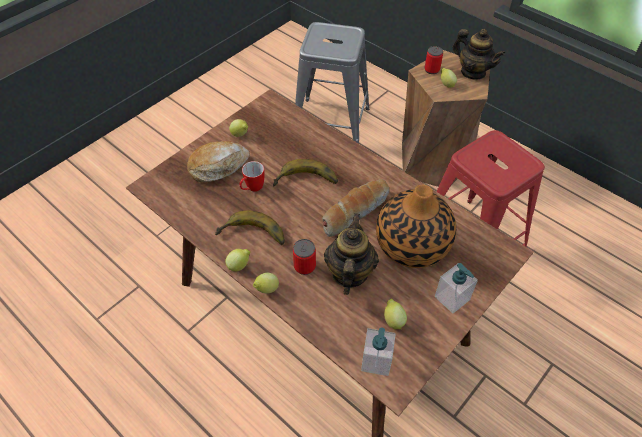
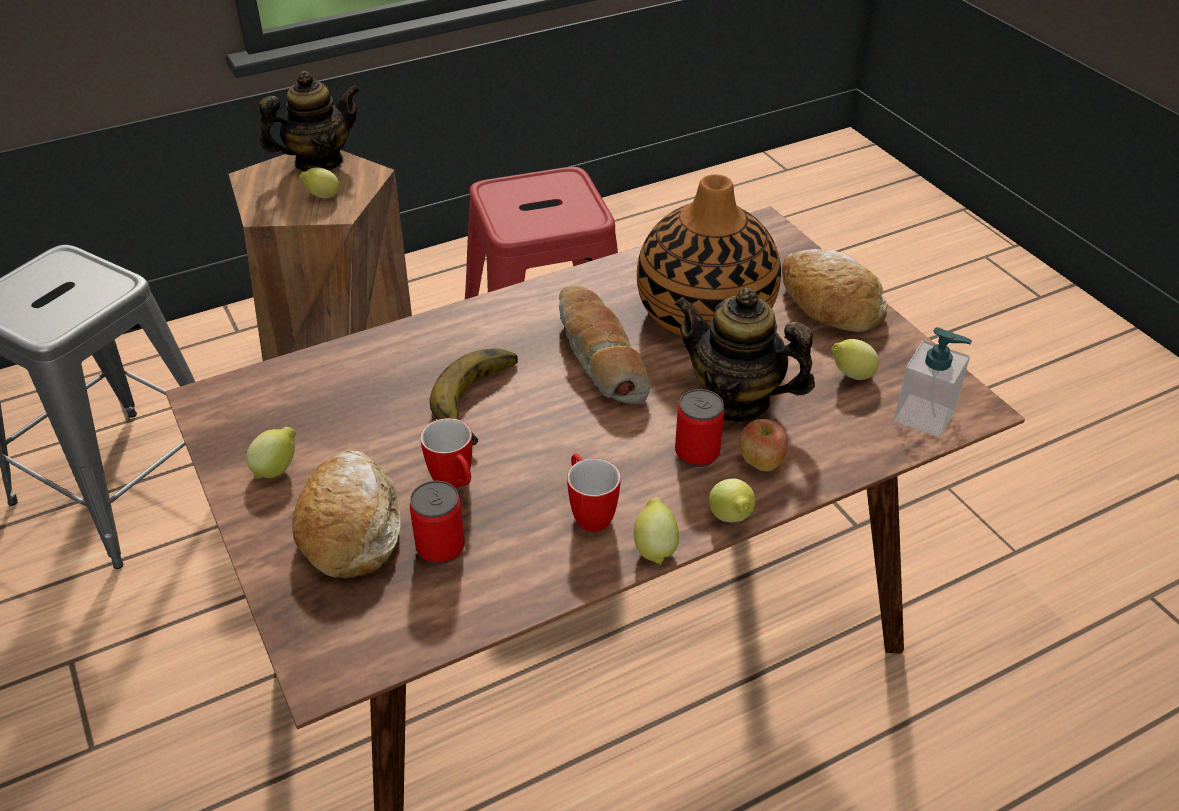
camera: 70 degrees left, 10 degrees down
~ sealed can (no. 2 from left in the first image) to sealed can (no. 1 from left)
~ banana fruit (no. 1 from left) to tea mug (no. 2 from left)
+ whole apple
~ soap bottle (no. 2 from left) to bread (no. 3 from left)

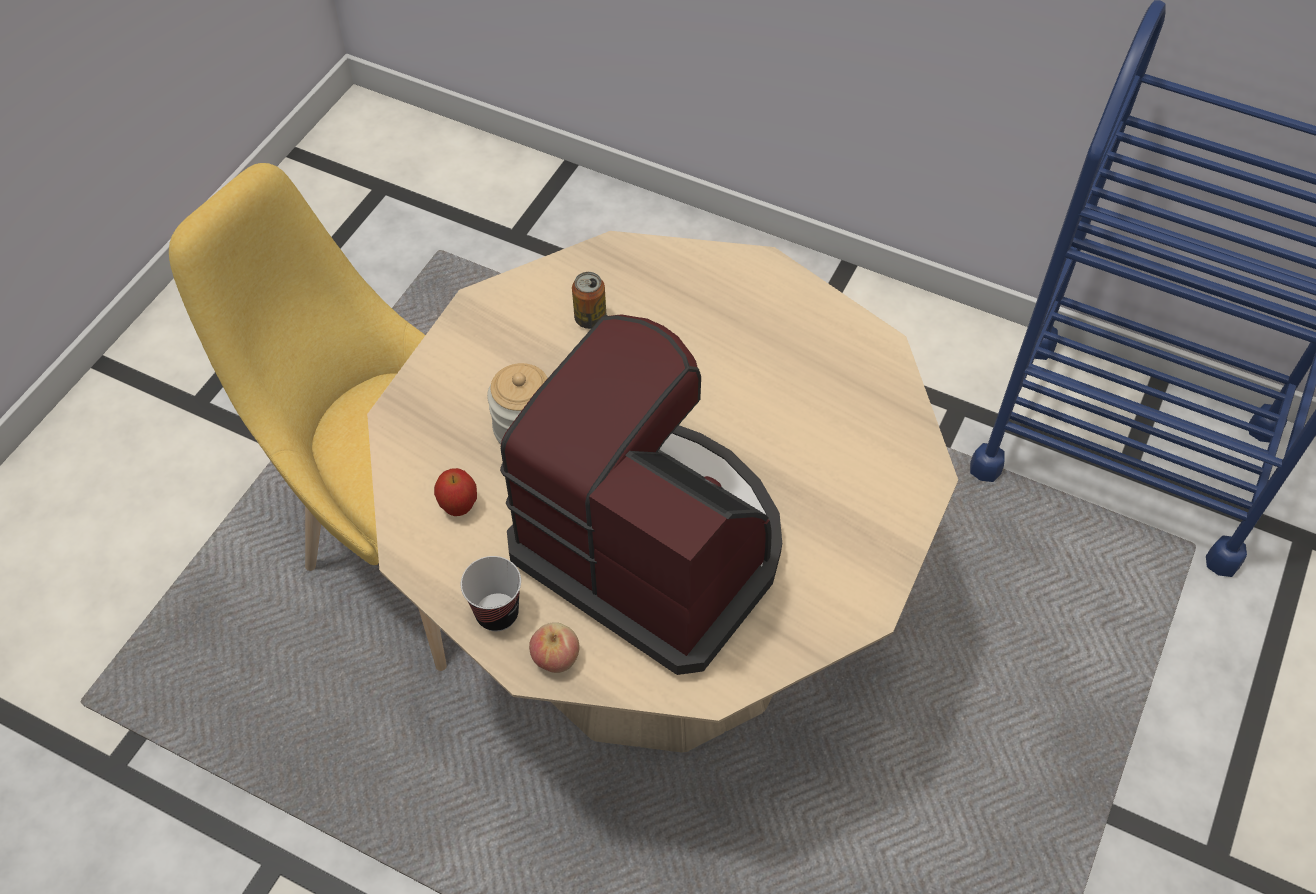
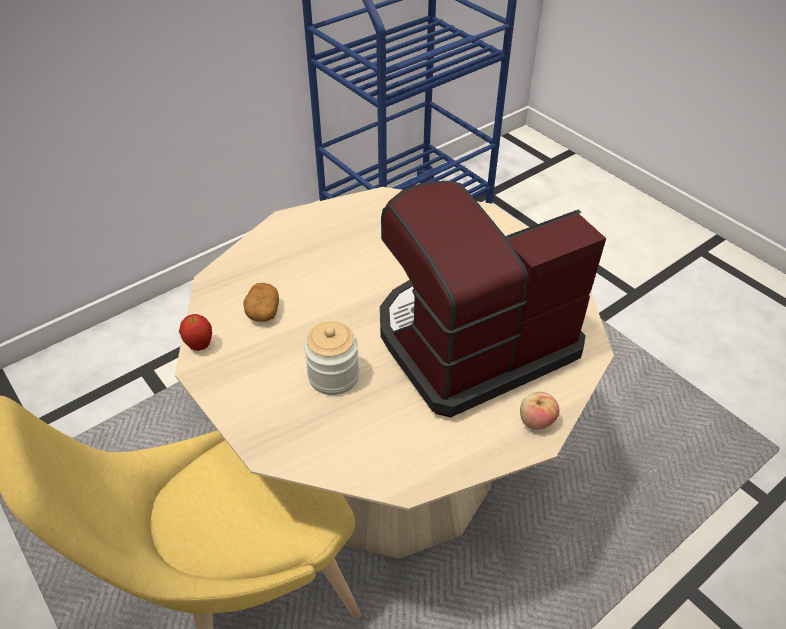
camera: 65 degrees left, 10 degrees down
~ whole apple (no. 1 from left)
~ sealed can to potato
- drinking cup

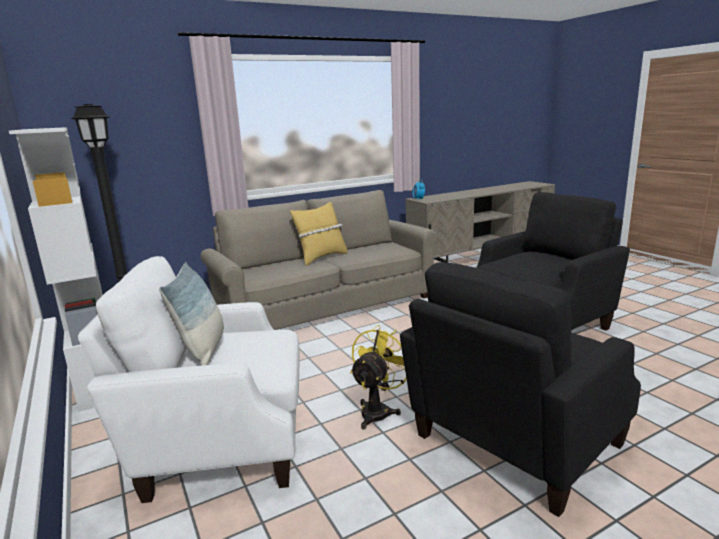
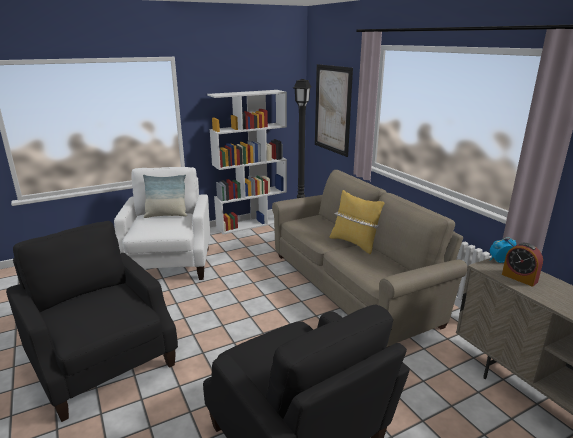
camera: 90 degrees right, 5 degrees up
+ picture
+ alarm clock (no. 2 from left)
- fan in yellow

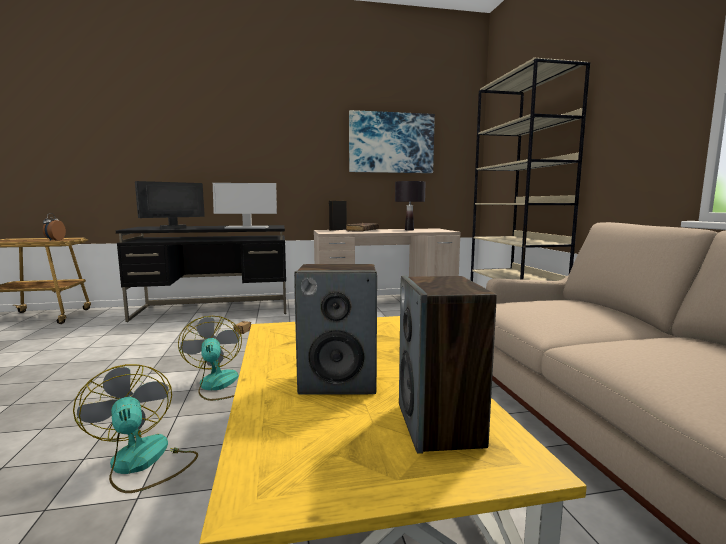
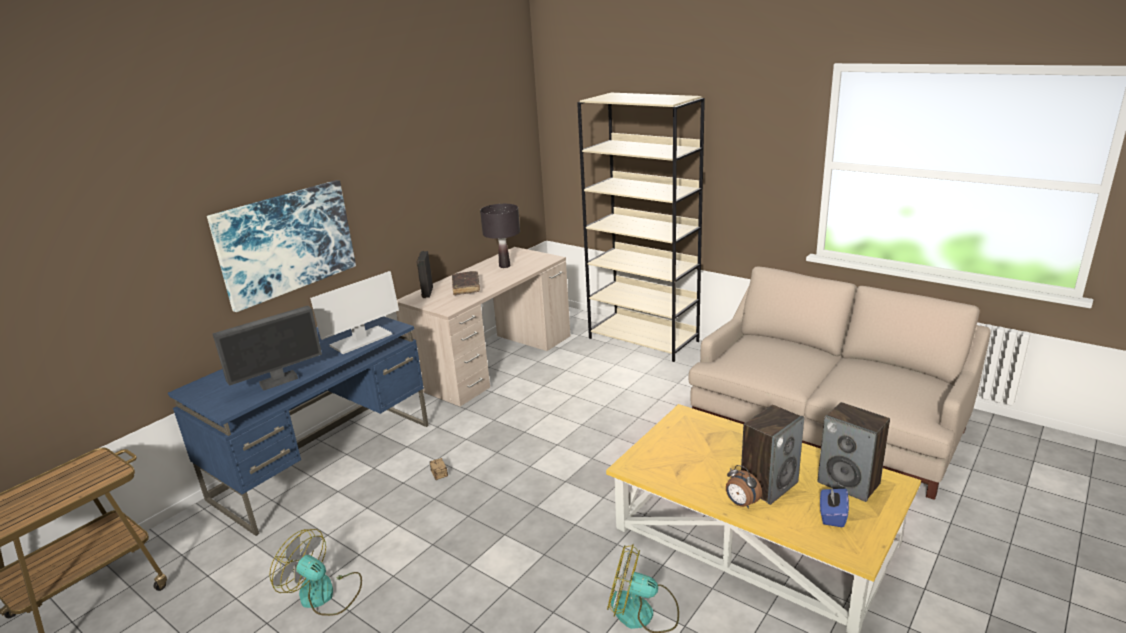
camera: 40 degrees left, 15 degrees up
~ desk table in blackish to desk table in blue-coloured
~ picture
~ computer screen (no. 1 from left) 135 degrees counterclockwise
~ fan (no. 2 from left in the first image) to fan (no. 1 from left)
~ alarm clock
+ box of tissues in blue-coloured

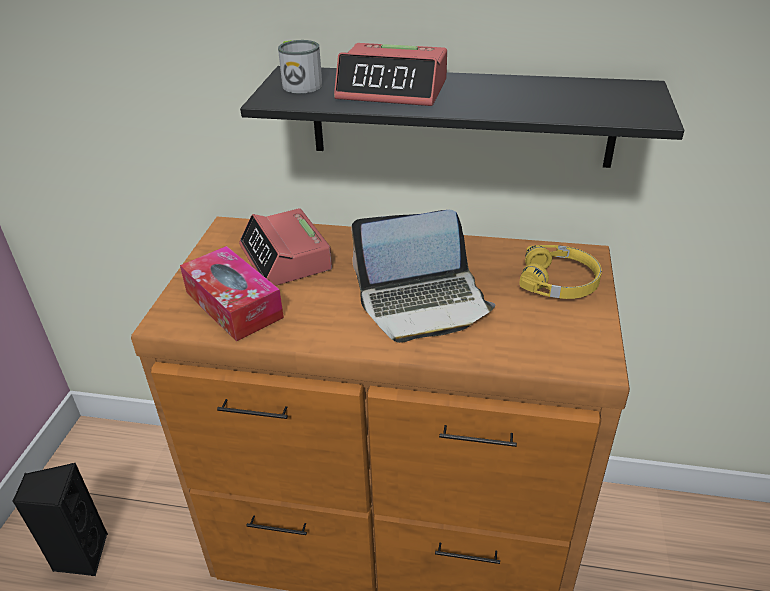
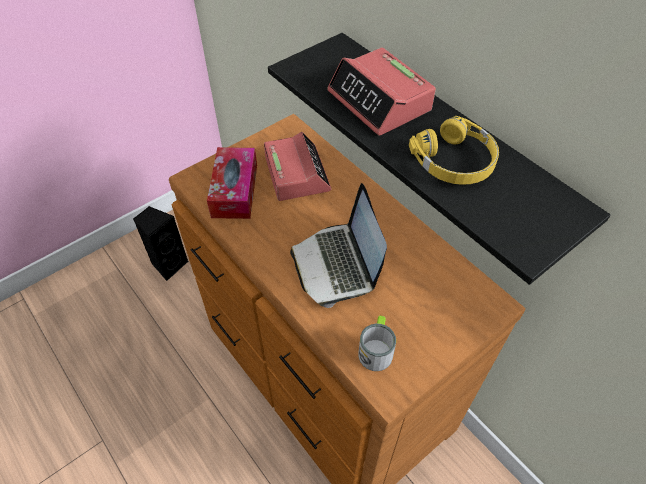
camera: 40 degrees right, 15 degrees up
~ alarm clock (no. 1 from left) 150 degrees clockwise
~ laptop 45 degrees clockwise
~ tea mug
~ headphones in yellow

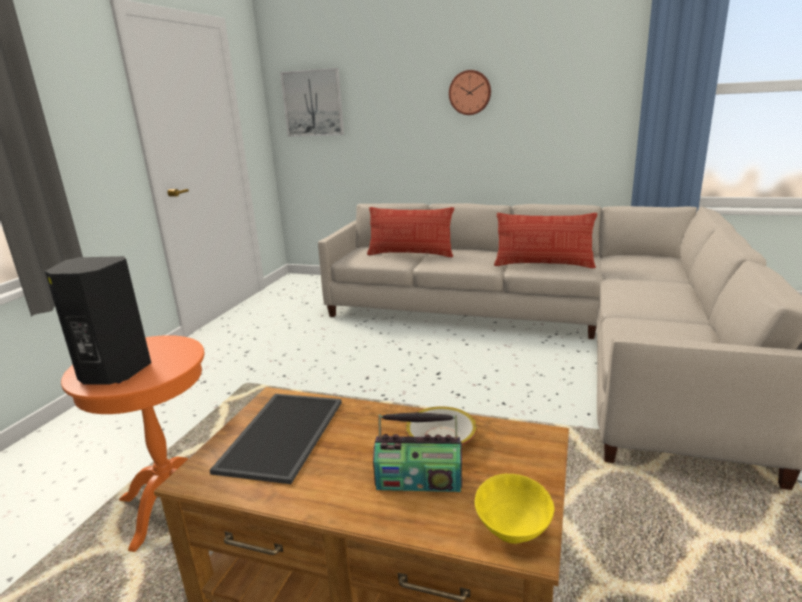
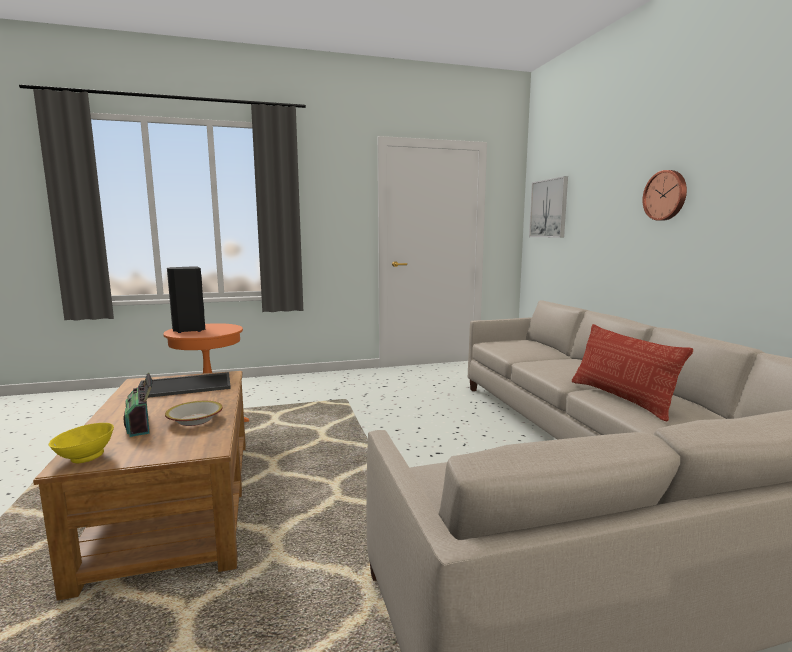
camera: 55 degrees right, 10 degrees down
- throw pillow (no. 1 from left)

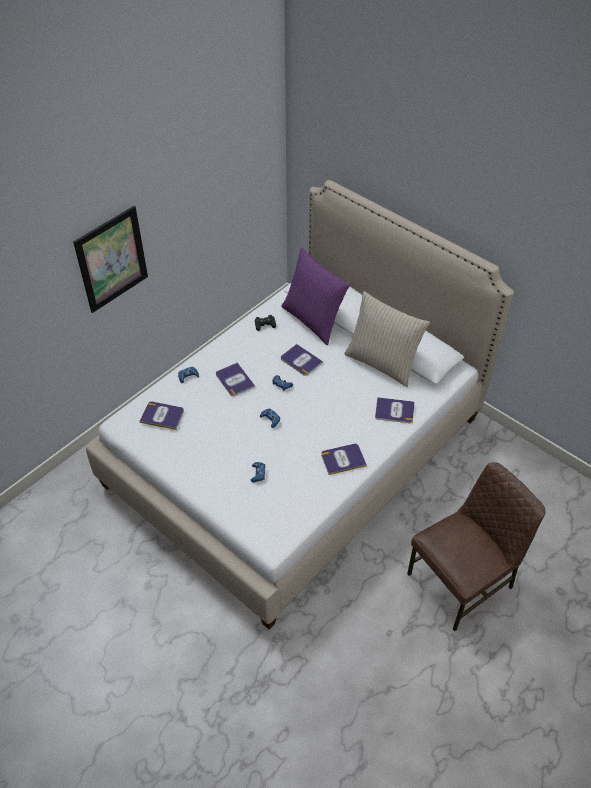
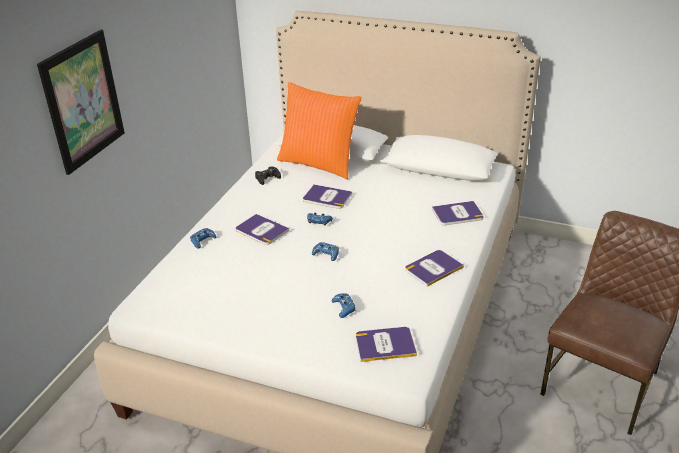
camera: 20 degrees left, 15 degrees down
~ throw pillow in purple to throw pillow in orange
~ book (no. 1 from left in the first image) to book (no. 3 from left)
- throw pillow in beige-coloured

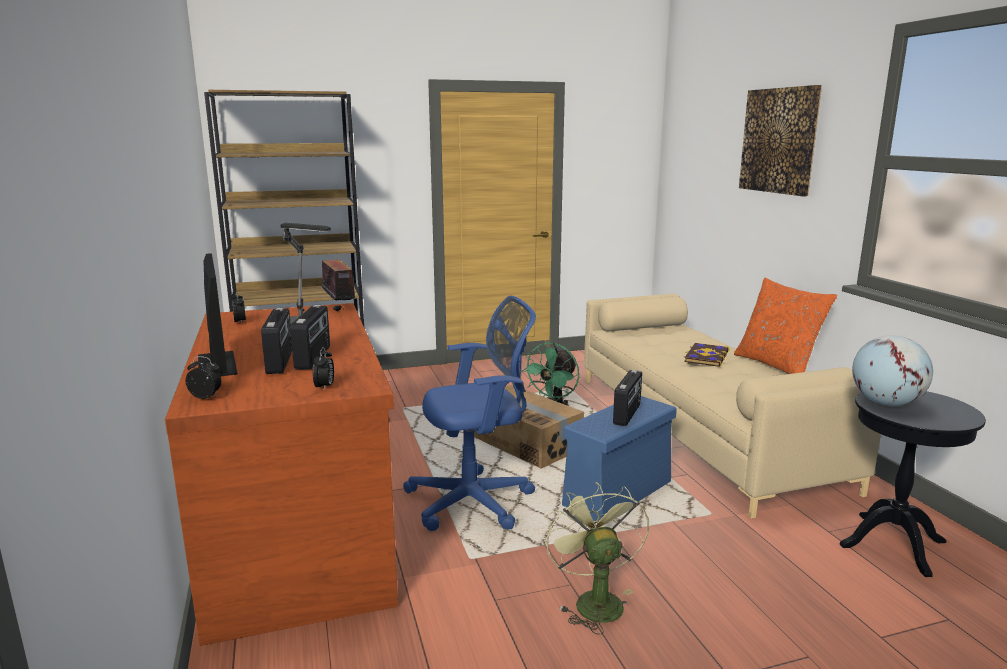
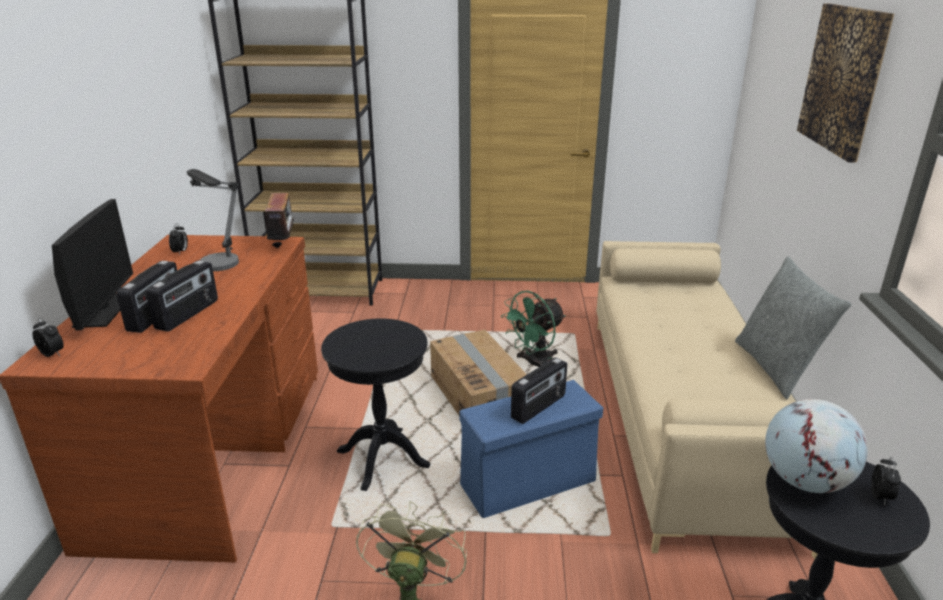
camera: 20 degrees right, 10 degrees up
~ desk chair in blue-coloured to side table in blackish (no. 1 from left)
~ throw pillow in orange to throw pillow in gray
~ alarm clock (no. 3 from left)
- book

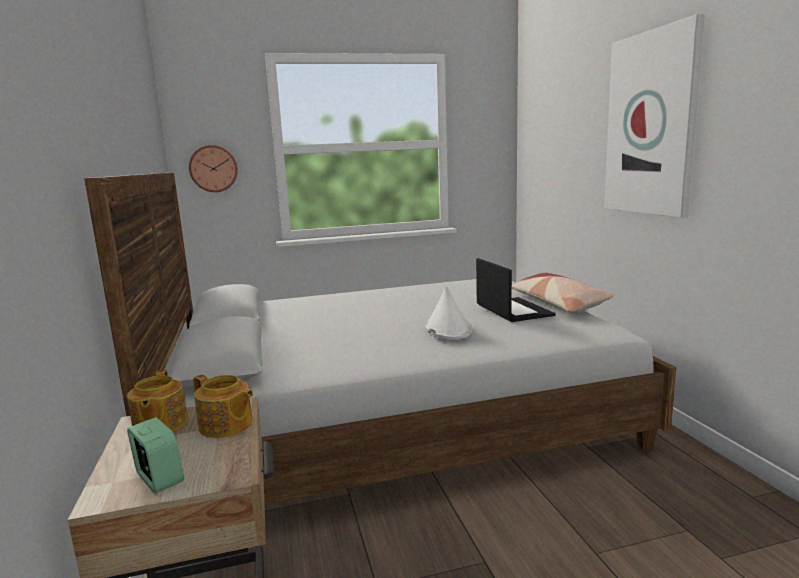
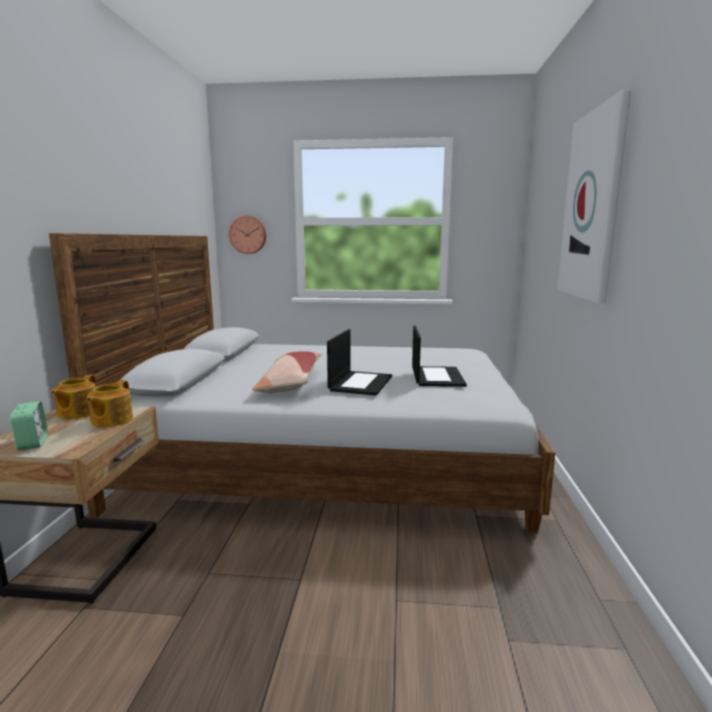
camera: 20 degrees right, 0 degrees up
~ pot for tea (no. 2 from left) 45 degrees clockwise
~ throw pillow
~ wearable hat in whitish to laptop (no. 1 from left)

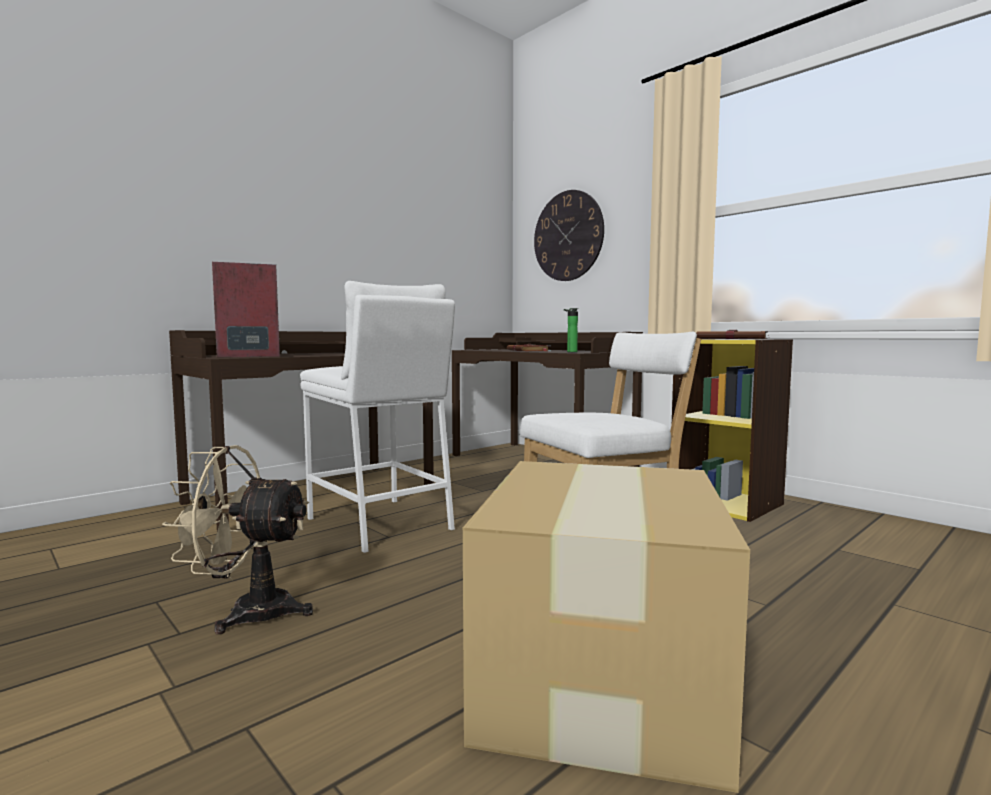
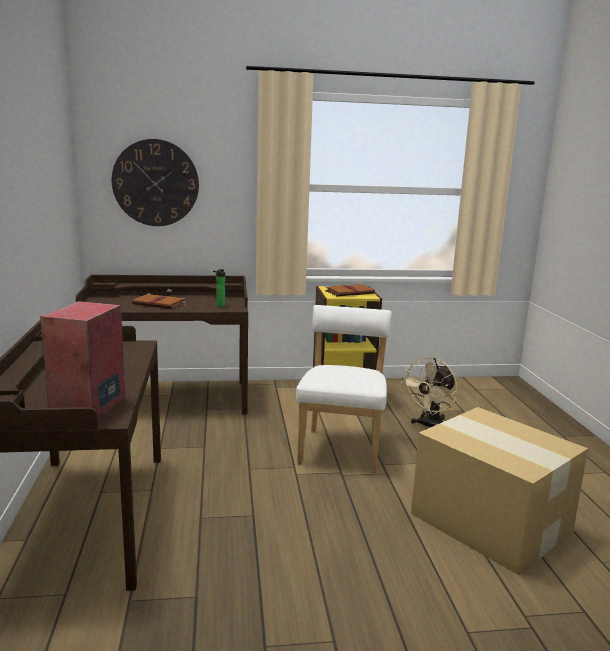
camera: 55 degrees left, 10 degrees up
~ fan in beige-coloured
- stool in whitish

